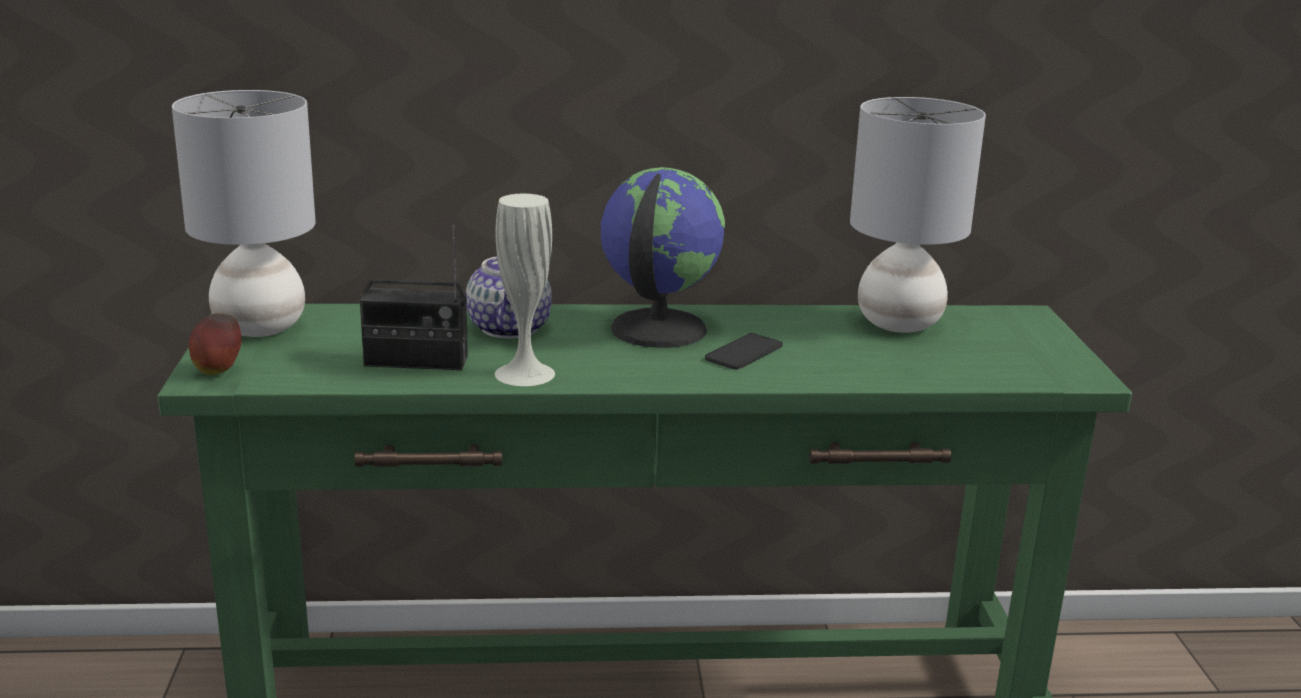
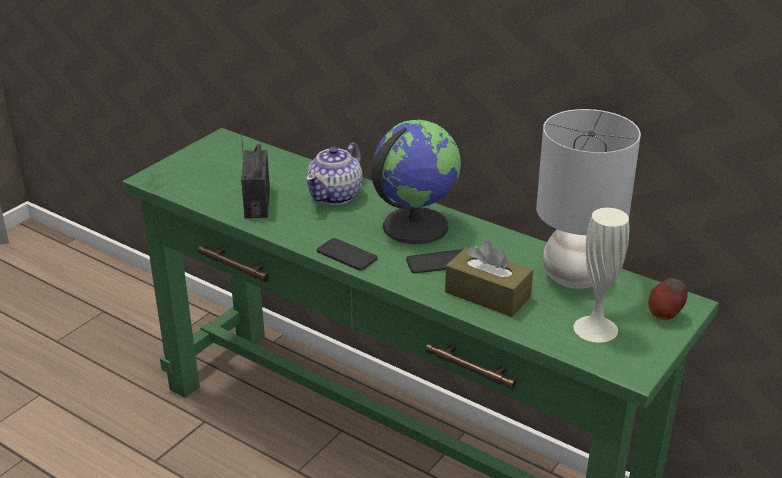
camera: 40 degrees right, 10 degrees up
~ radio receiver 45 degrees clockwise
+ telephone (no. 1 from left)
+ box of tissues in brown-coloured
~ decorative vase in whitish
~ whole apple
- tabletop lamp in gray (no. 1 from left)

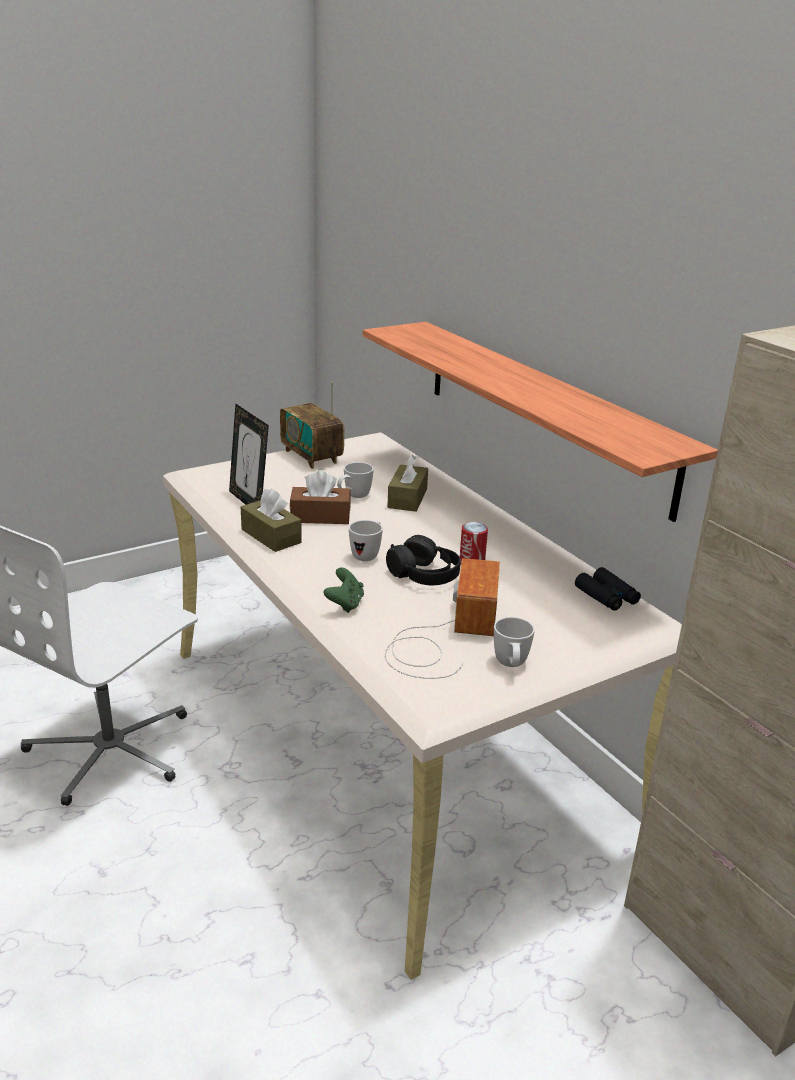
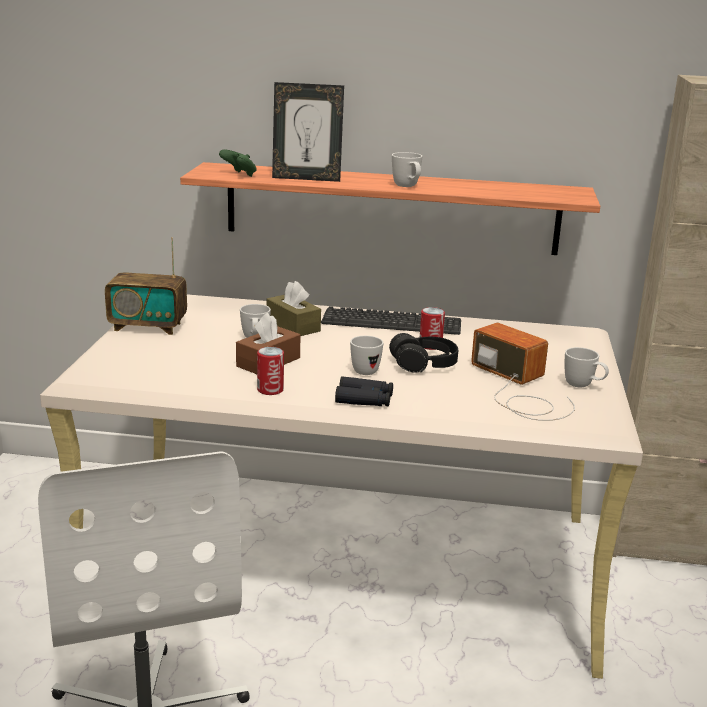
camera: 50 degrees left, 5 degrees down
~ game controller in greenish
~ box of tissues in brown-coloured (no. 1 from left) to sealed can (no. 1 from left)
~ standing frame
+ PC keyboard
~ pair of binoculars in blackish
+ tea mug in whitish (no. 3 from left)

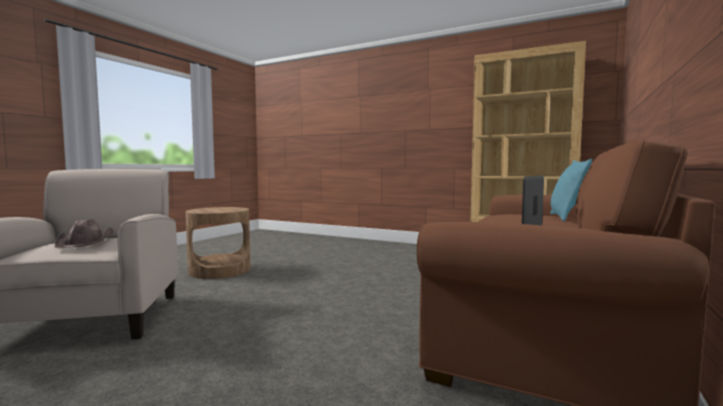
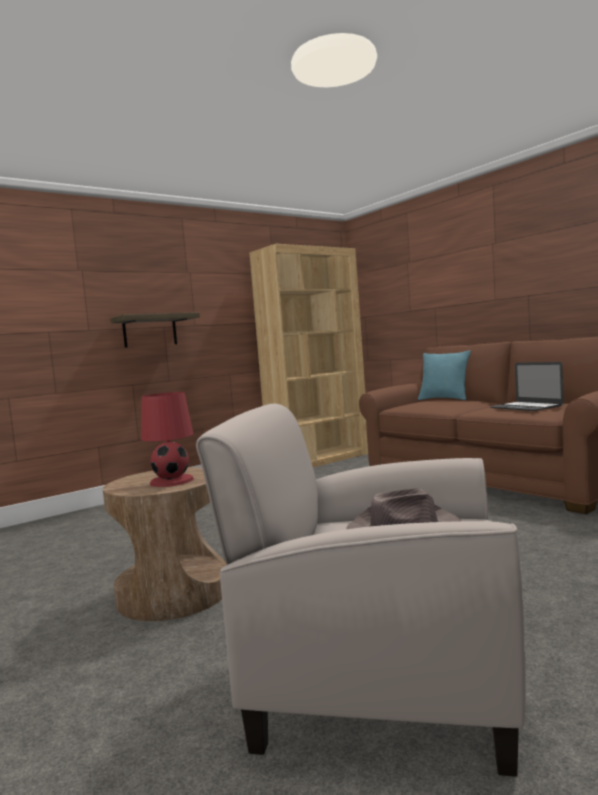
camera: 65 degrees left, 0 degrees up
+ shelf
+ tabletop lamp in reddish

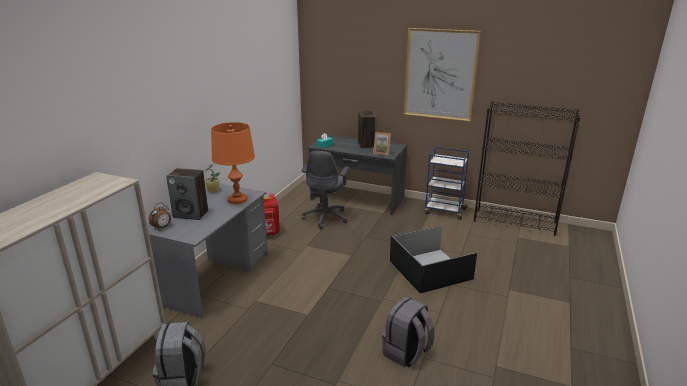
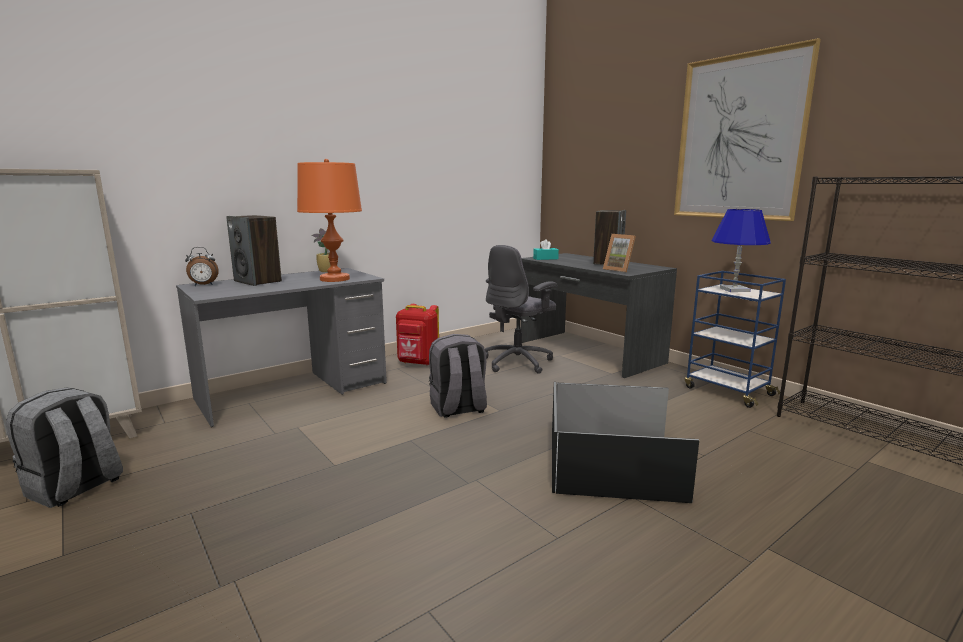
camera: 30 degrees right, 10 degrees down
~ backpack in gray (no. 2 from left)
+ tabletop lamp in blue-coloured

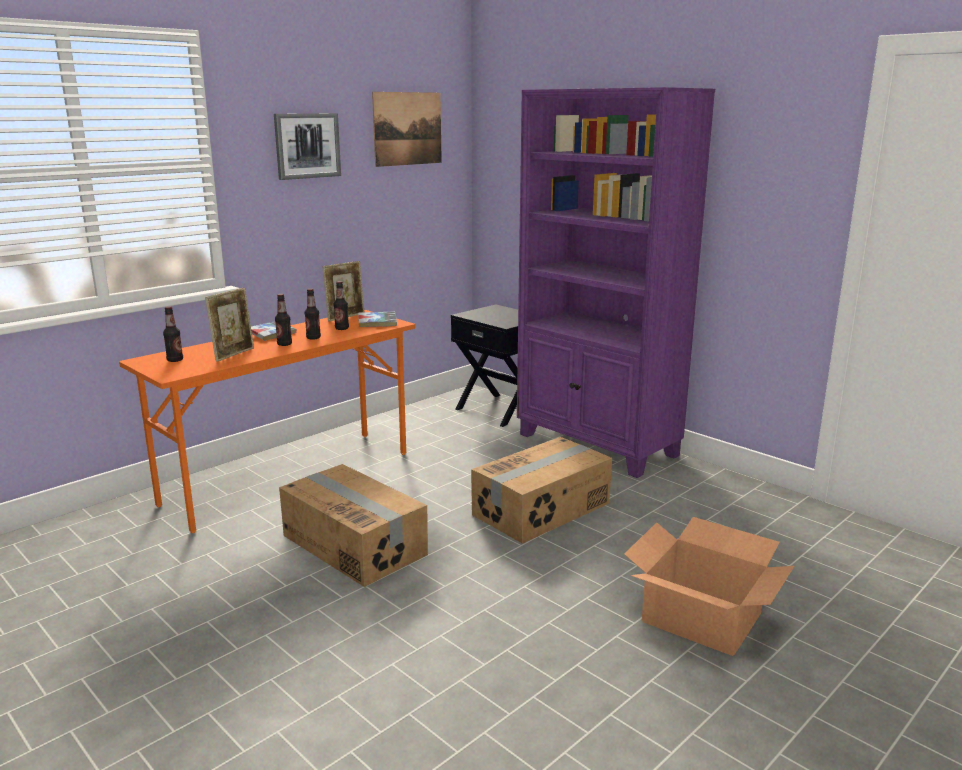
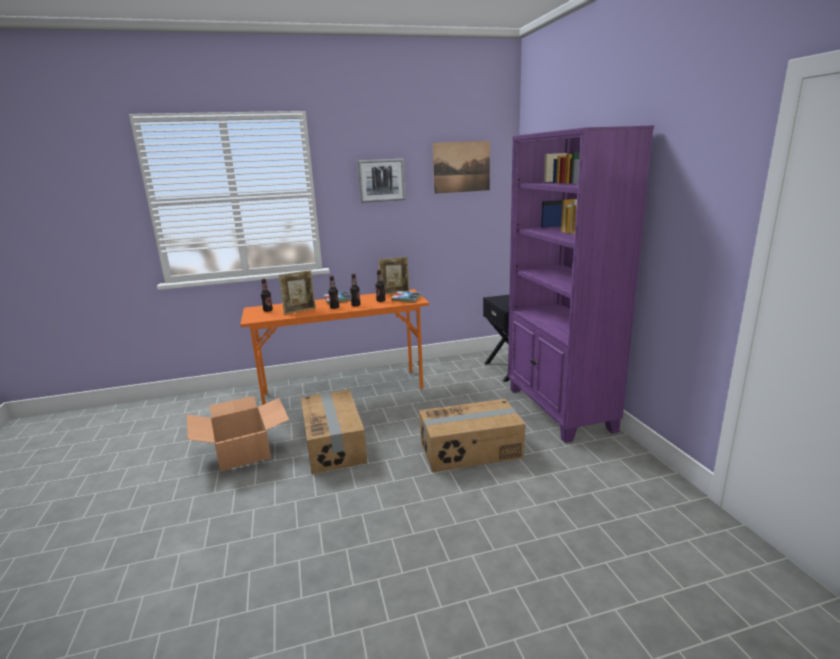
camera: 30 degrees right, 0 degrees up
~ cardboard box (no. 3 from left in the first image) to cardboard box (no. 1 from left)

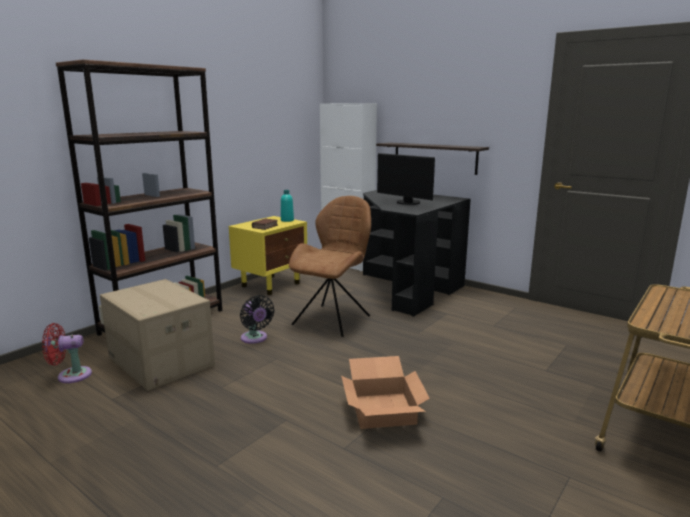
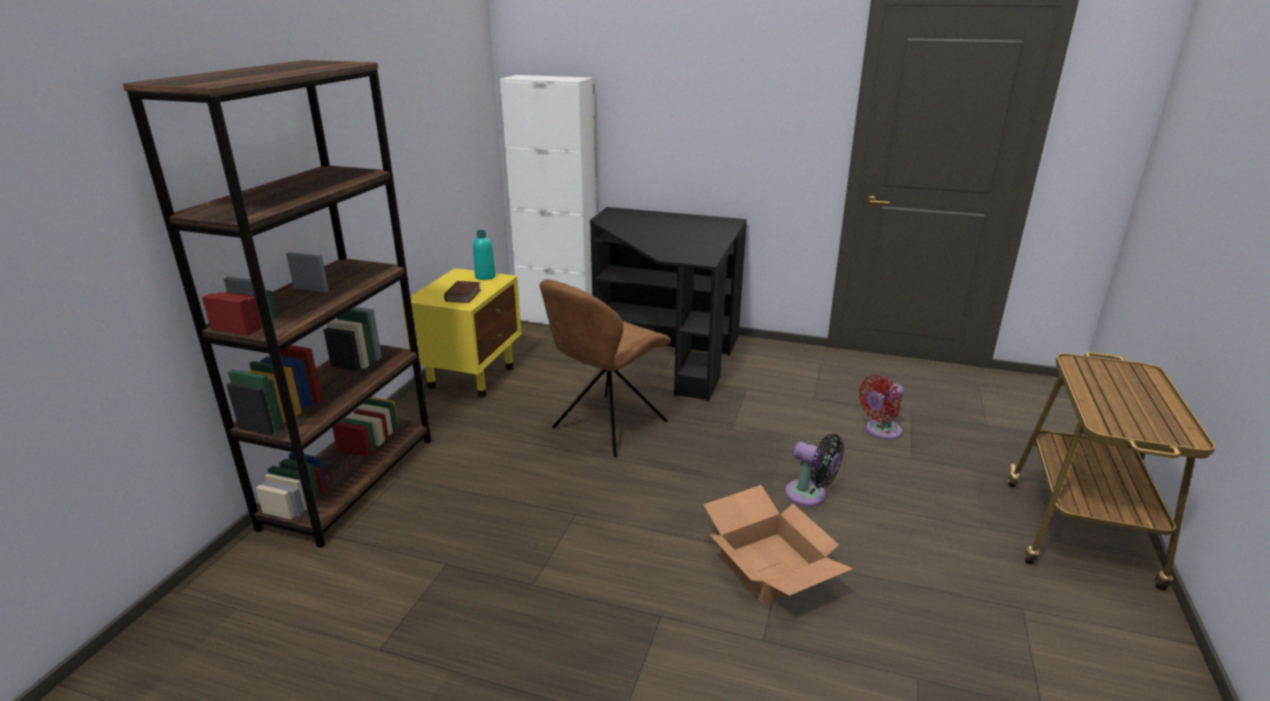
camera: 20 degrees left, 10 degrees up
~ upright chair in brown-coloured 150 degrees counterclockwise
~ fan in blackish
~ fan in reddish
- cardboard box (no. 1 from left)
- shelf
- computer screen

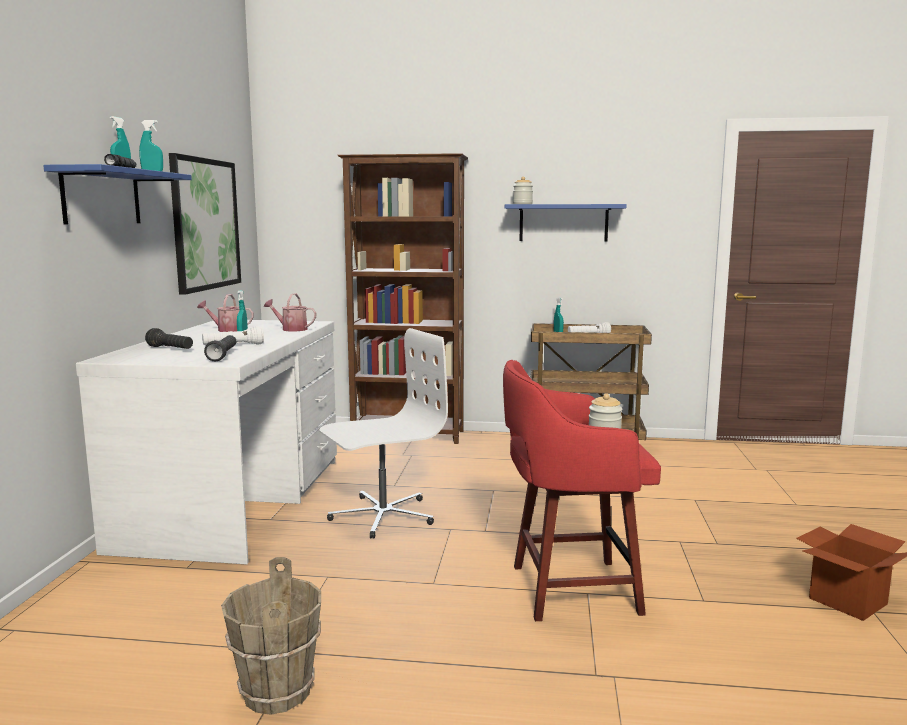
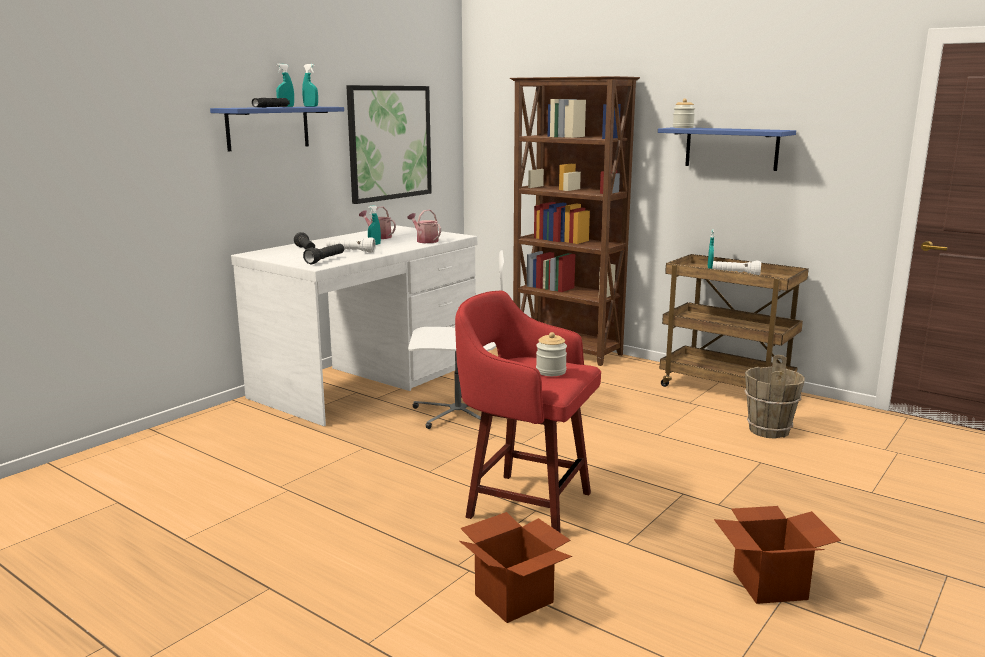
camera: 30 degrees right, 5 degrees up
+ cardboard box (no. 1 from left)
~ bucket in brown-coloured

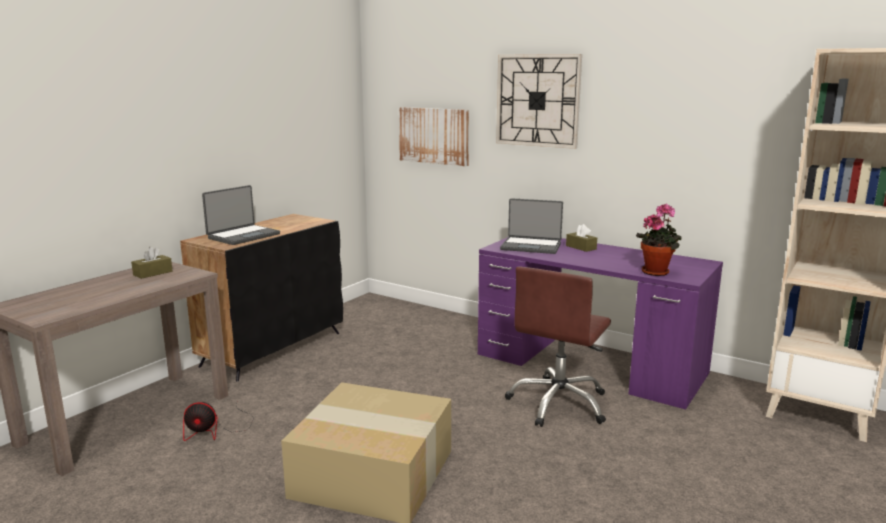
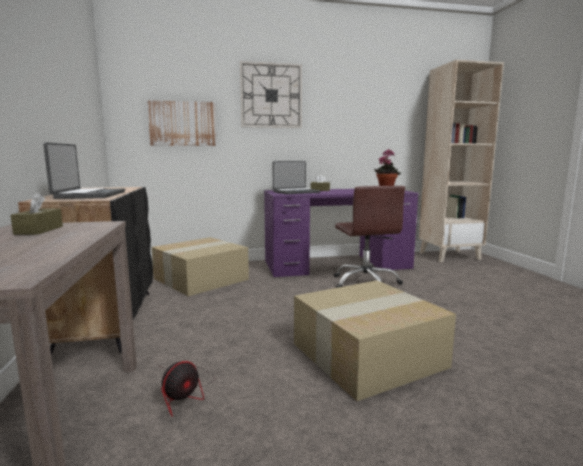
camera: 45 degrees left, 5 degrees down
+ cardboard box (no. 1 from left)

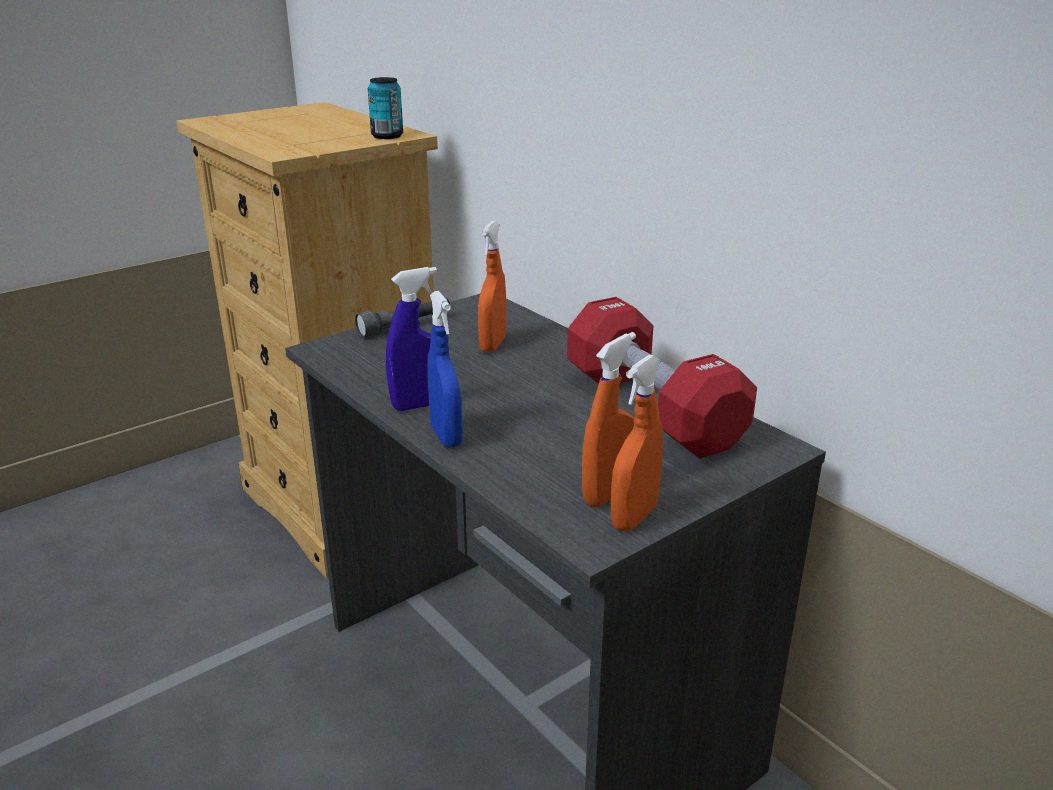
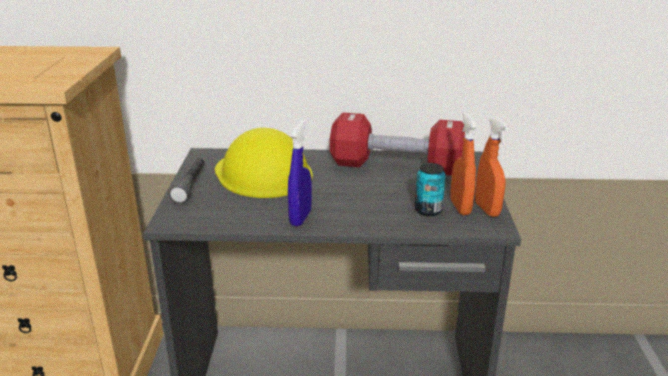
camera: 50 degrees left, 0 degrees up
~ sprayer in orange (no. 1 from left) to hard hat in yellow
~ sealed can
- sprayer in blue-coloured (no. 2 from left)

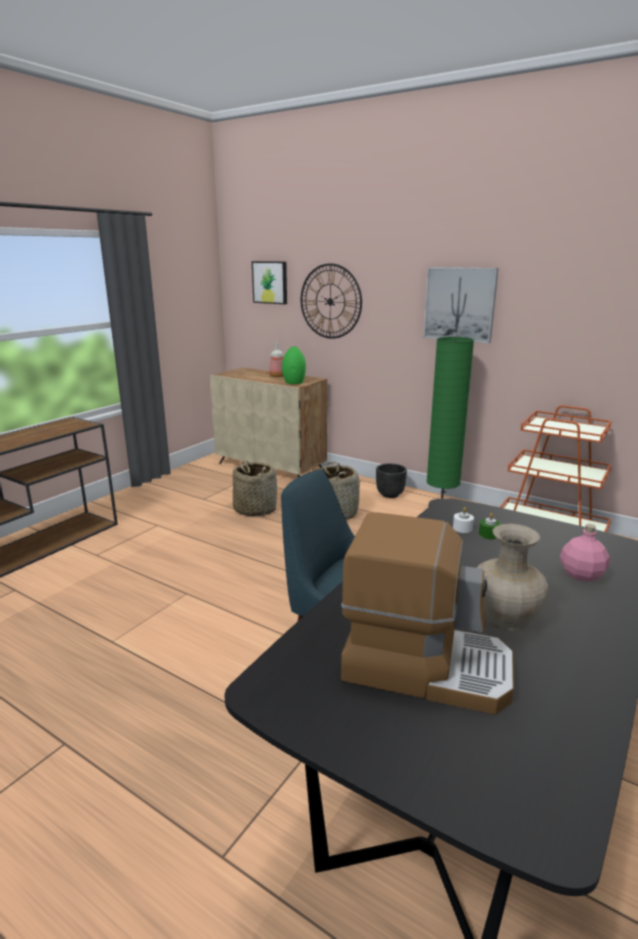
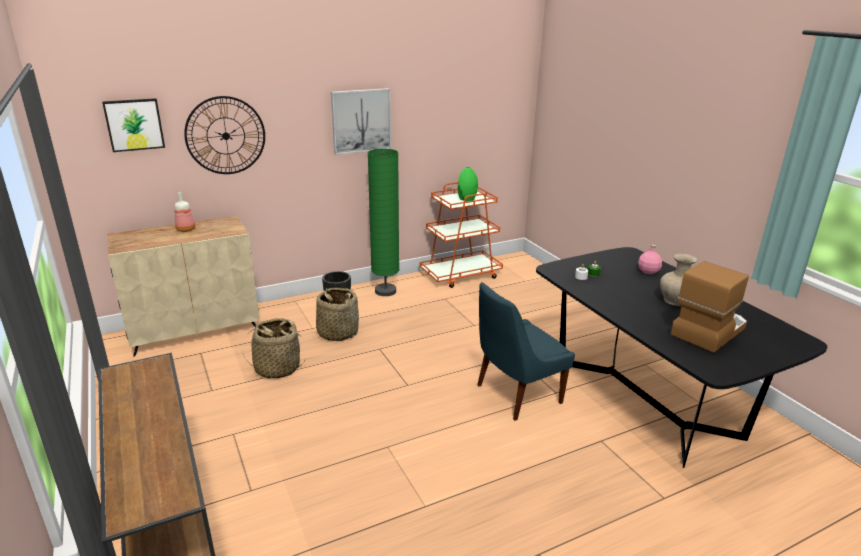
camera: 60 degrees left, 5 degrees up
~ decorative vase in greenish

